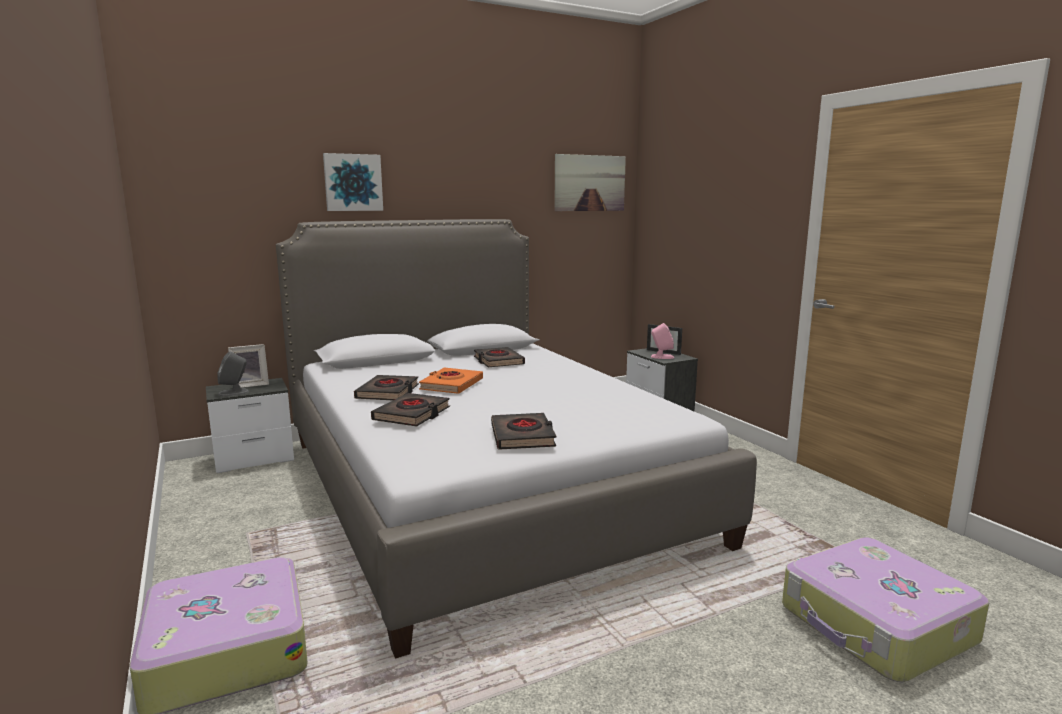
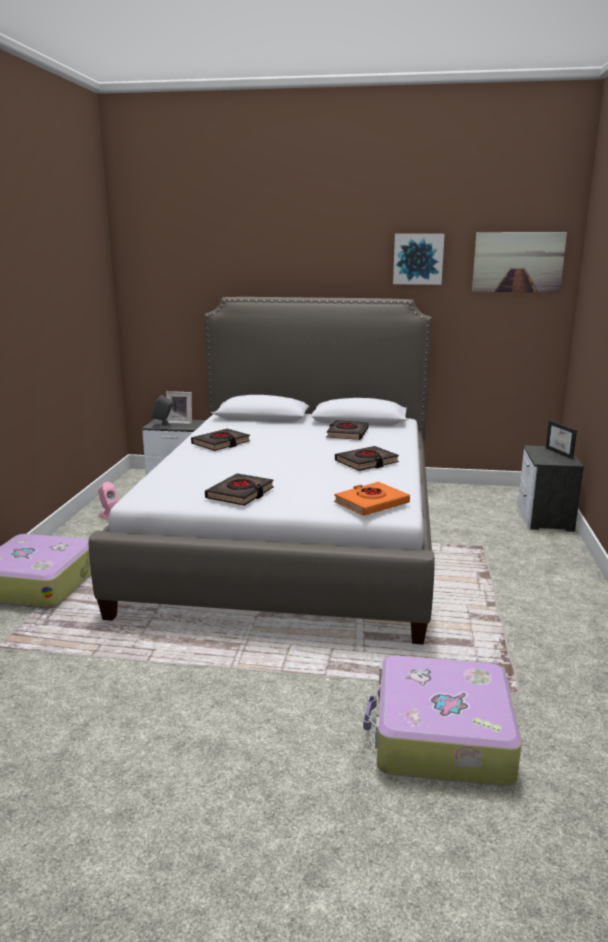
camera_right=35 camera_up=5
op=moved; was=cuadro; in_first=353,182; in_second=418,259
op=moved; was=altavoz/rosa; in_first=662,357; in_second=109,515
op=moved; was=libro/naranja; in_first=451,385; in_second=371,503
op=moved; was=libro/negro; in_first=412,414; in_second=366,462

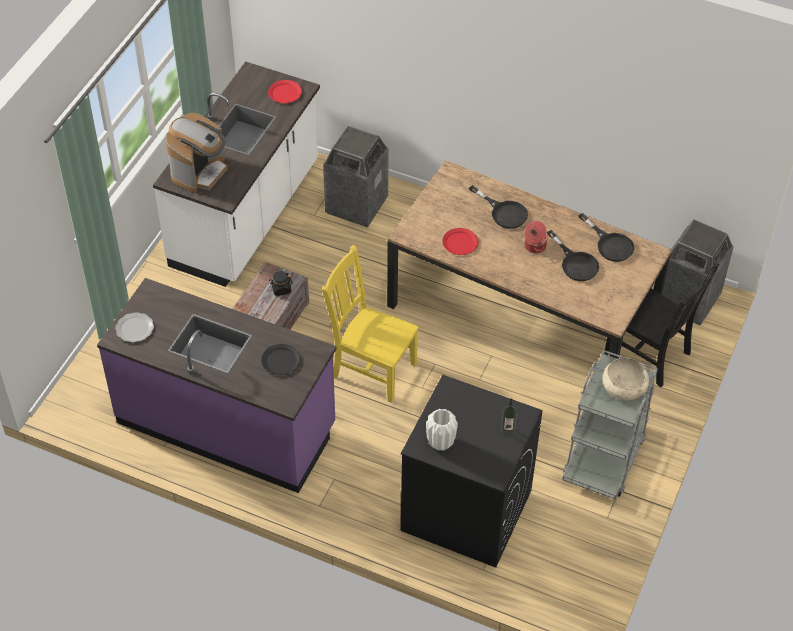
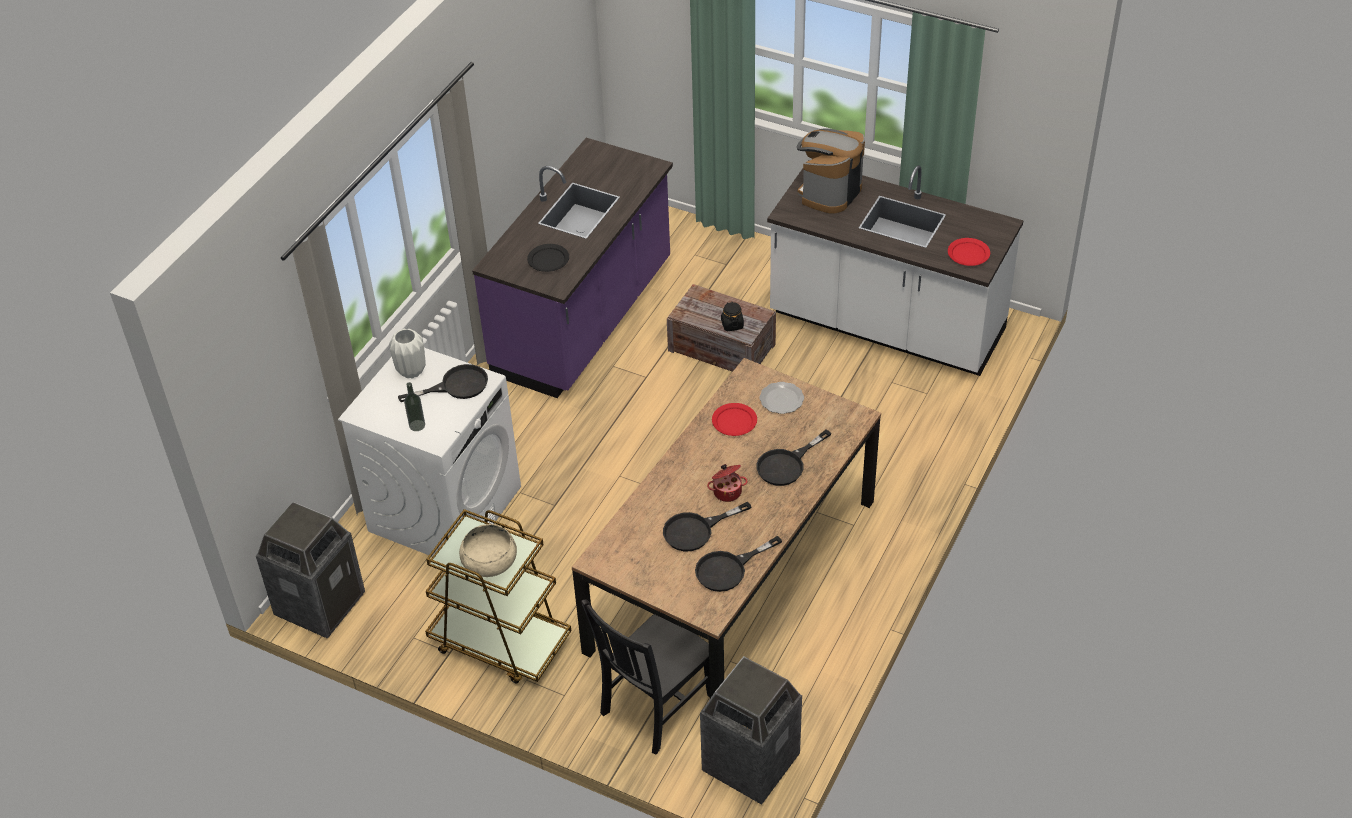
camera_right=95 camera_up=-5
op=turned; was=cafetera; in_first=200,172; in_second=829,192; clockwise=90
op=moved; was=papelera; in_first=356,205; in_second=320,604
op=removed; was=silla/amarillo; in_first=371,368
op=moved; was=plato; in_first=135,328; in_second=782,399
op=recoloured; was=carrito/gris; now=carrito/marrón; in_first=604,456; in_second=499,642
op=recoloured; was=lavadora/negro; now=lavadora/blanco; in_first=465,510; in_second=445,508
op=added; now=sartén/negro; in_second=456,386

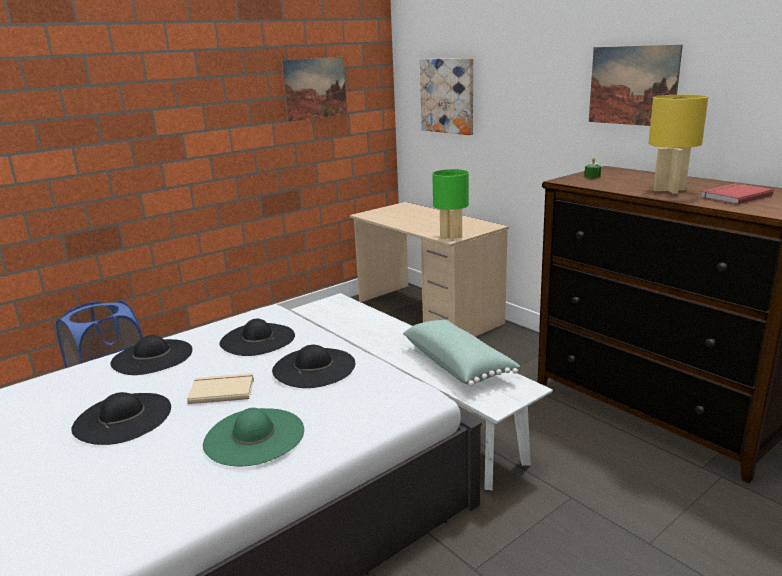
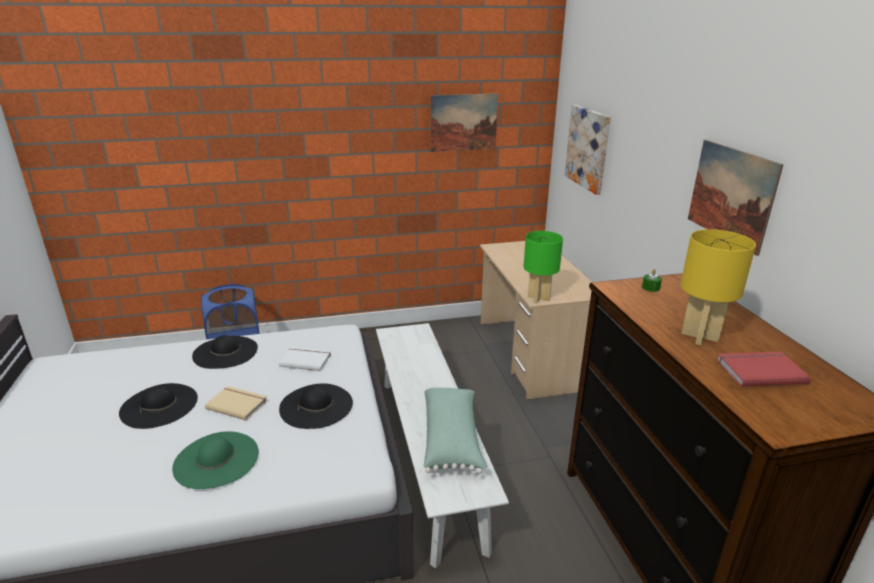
camera_right=25 camera_up=5
op=replaced; was=sombrero/negro; now=libro/blanco; in_first=257,339; in_second=306,360

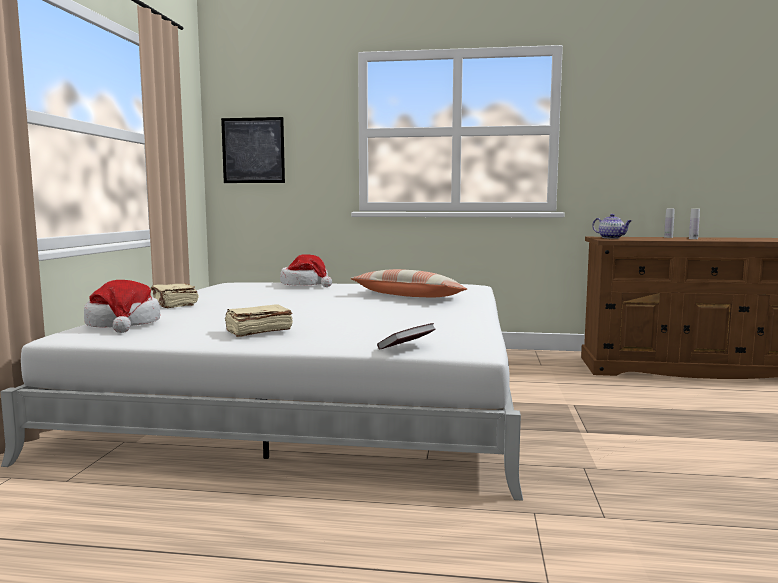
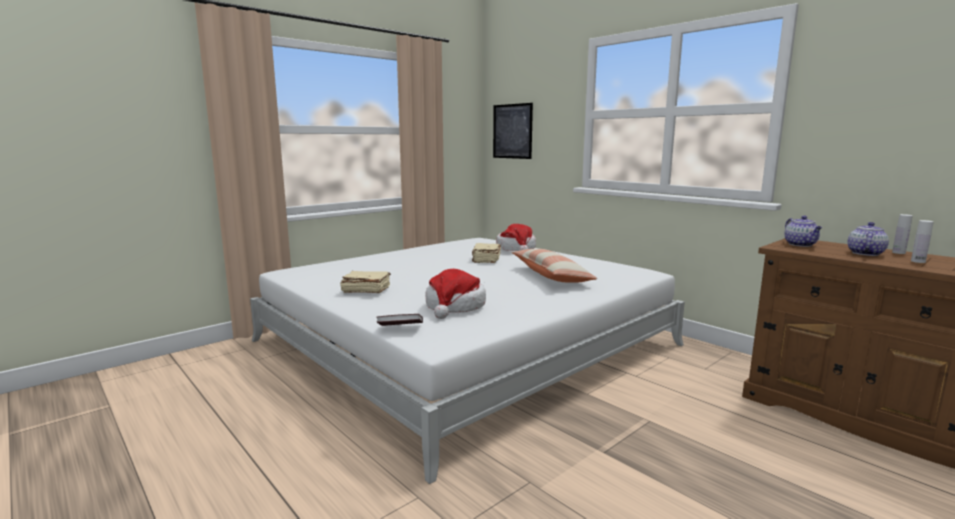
camera_right=40 camera_up=5
op=moved; was=sombrero; in_first=123,324; in_second=455,307
op=moved; was=libro/beis; in_first=174,304; in_second=486,259
op=added; now=tetera; in_second=865,253

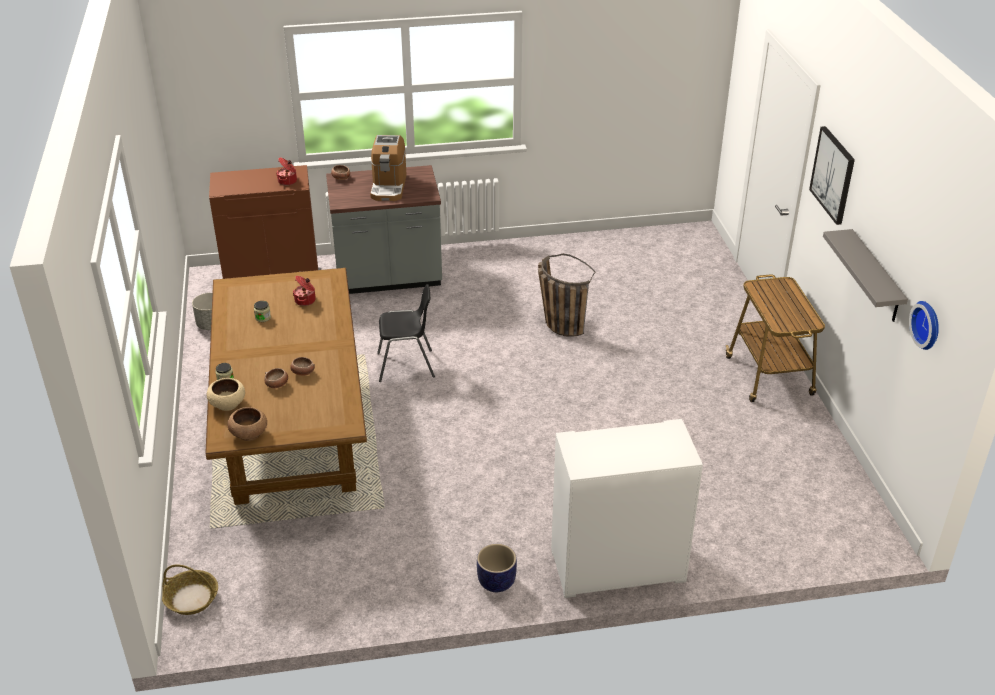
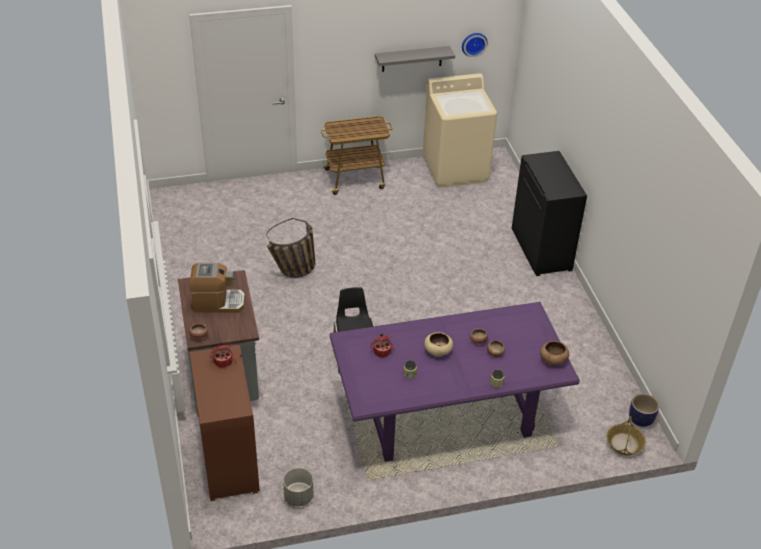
camera_right=-95 camera_up=5
op=removed; was=cuadro; in_first=833,175
op=recoloured; was=mesa de comedor/marrón; now=mesa de comedor/morado; in_first=293,433; in_second=445,414
op=moved; was=cuenco/beis; in_first=228,403; in_second=437,351
op=recoloured; was=armario/blanco; now=armario/negro; in_first=617,566; in_second=542,250
op=moved; was=maceta; in_first=497,582; in_second=640,419
op=added; now=lavadora/beis; in_second=456,169

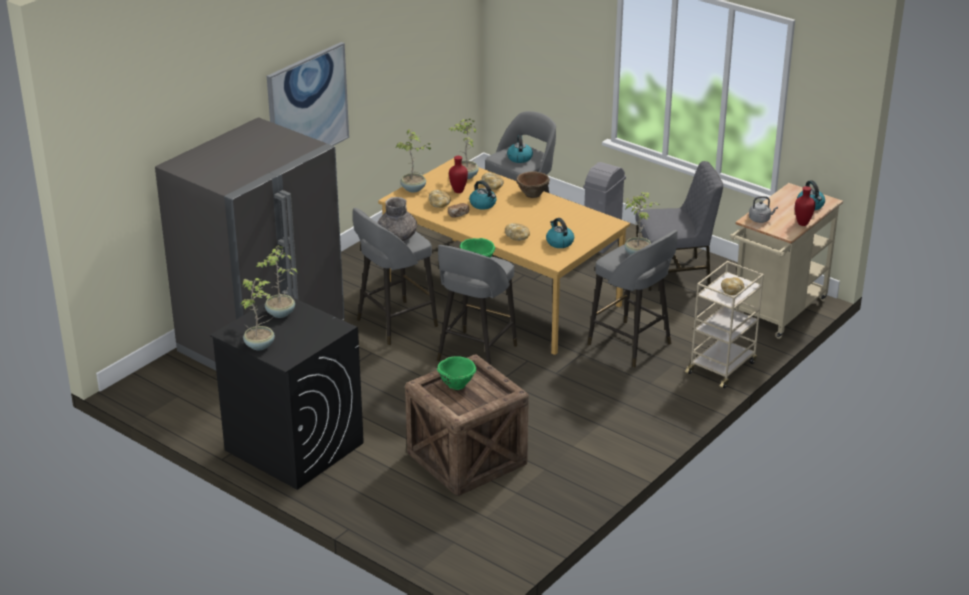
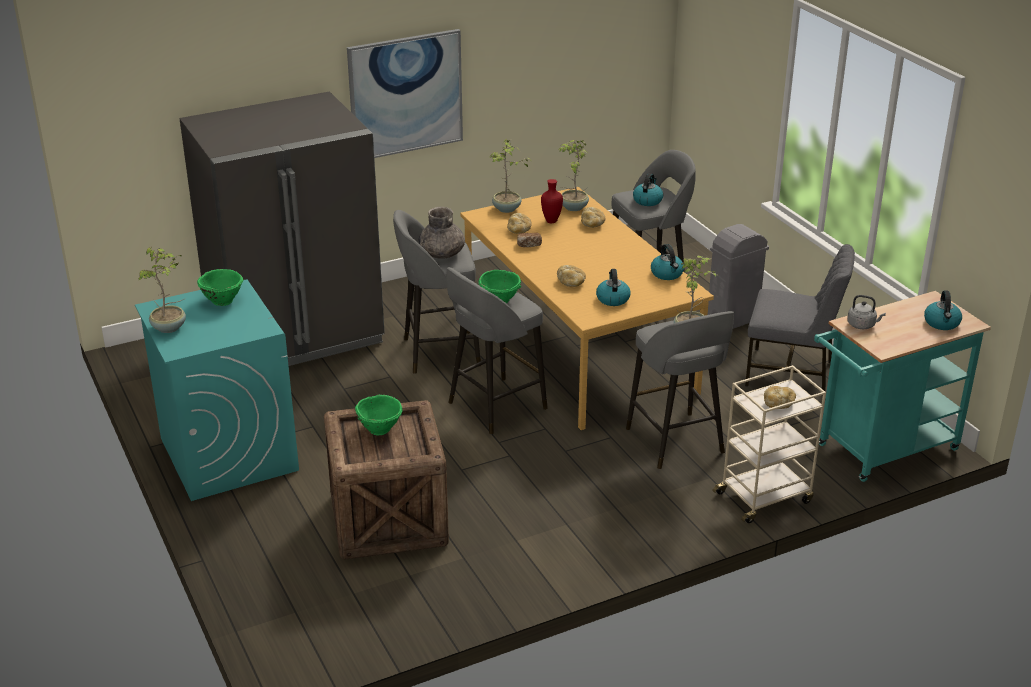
camera_right=25 camera_up=0
op=removed; was=cuenco/marrón; in_first=532,194
op=moved; was=hervidor; in_first=483,204; in_second=667,274
op=recoloured; was=carrito/beis; now=carrito/turquesa; in_first=775,313; in_second=880,450
op=removed; was=florero/rojo; in_first=802,224
op=replaced; was=planta en maceta; now=cuenco/verde; in_first=280,313; in_second=222,300
op=recoloured; was=lavadora/negro; now=lavadora/turquesa; in_first=293,446; in_second=227,453

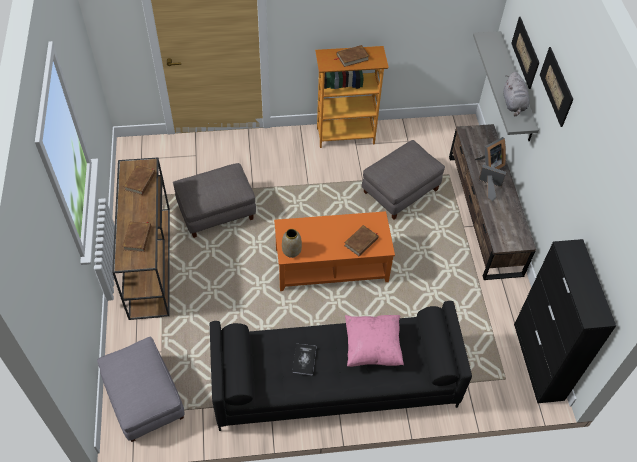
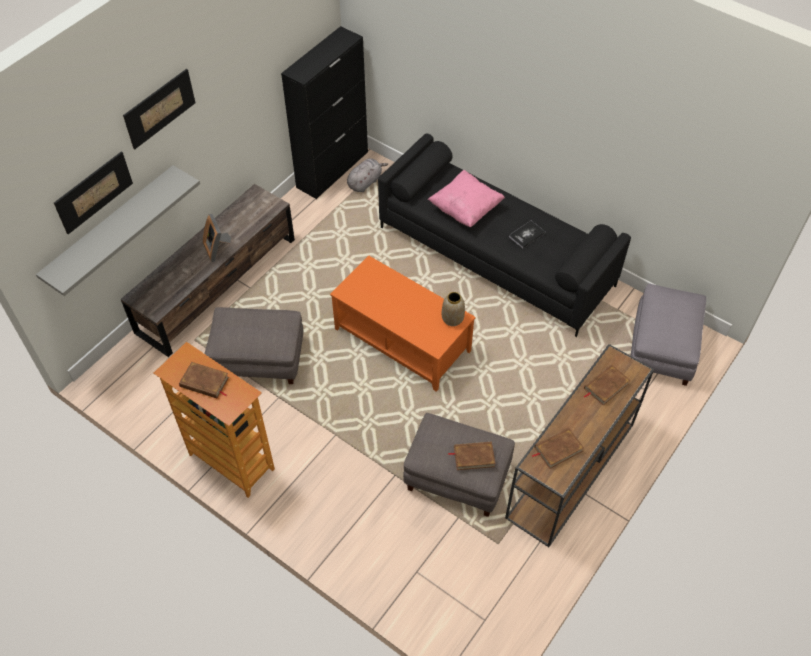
camera_right=-135 camera_up=0
op=moved; was=peluche/gris; in_first=514,104; in_second=365,182
op=removed; was=portarretratos; in_first=489,165
op=moved; was=libro/marrón; in_first=361,242; in_second=473,457

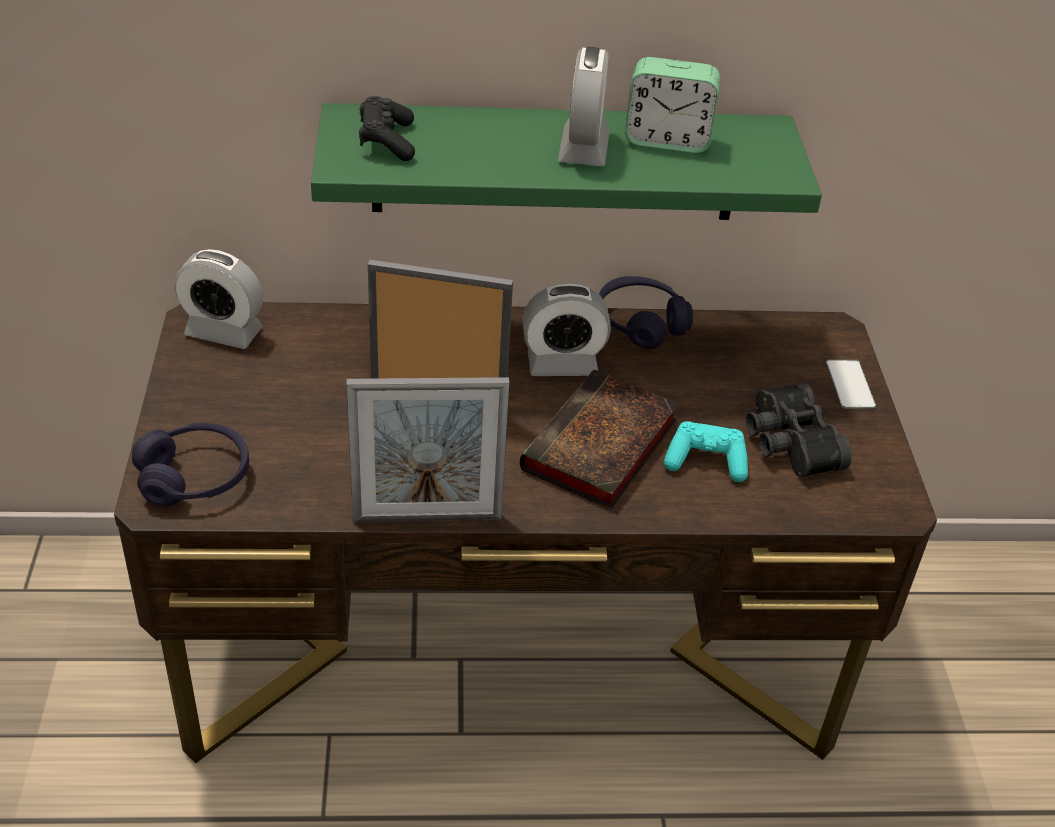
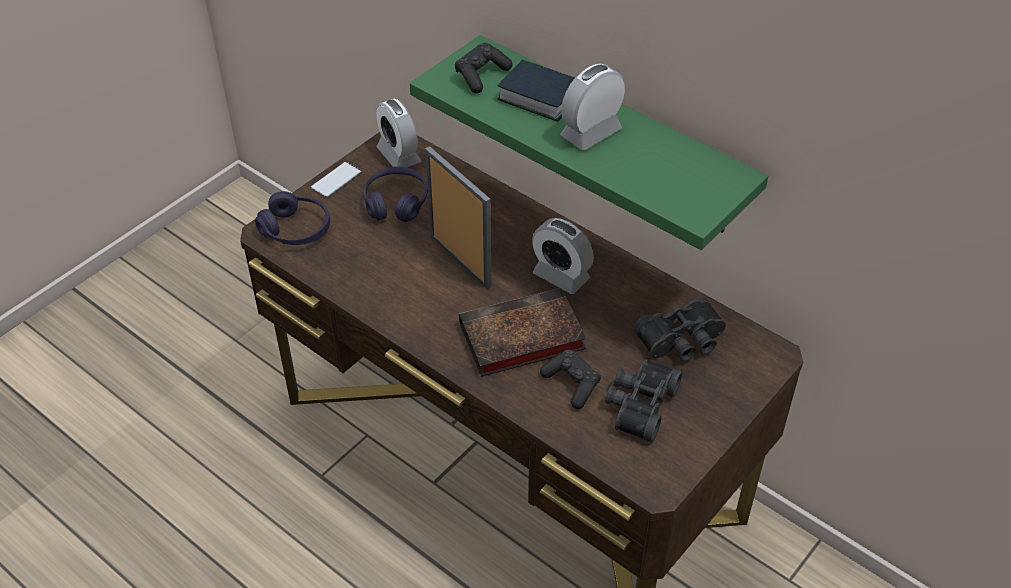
camera_right=45 camera_up=5
op=removed; was=despertador; in_first=667,140
op=moved; was=auriculares/morado; in_first=641,323; in_second=396,203
op=moved; was=móvil; in_first=850,384; in_second=336,180
op=removed; was=portarretratos; in_first=427,518
op=recoloured; was=mando de consola/turquesa; now=mando de consola/negro; in_first=706,462; in_second=572,384
op=added; now=libro; in_second=539,97
op=added; now=prismáticos/negro; in_second=682,341

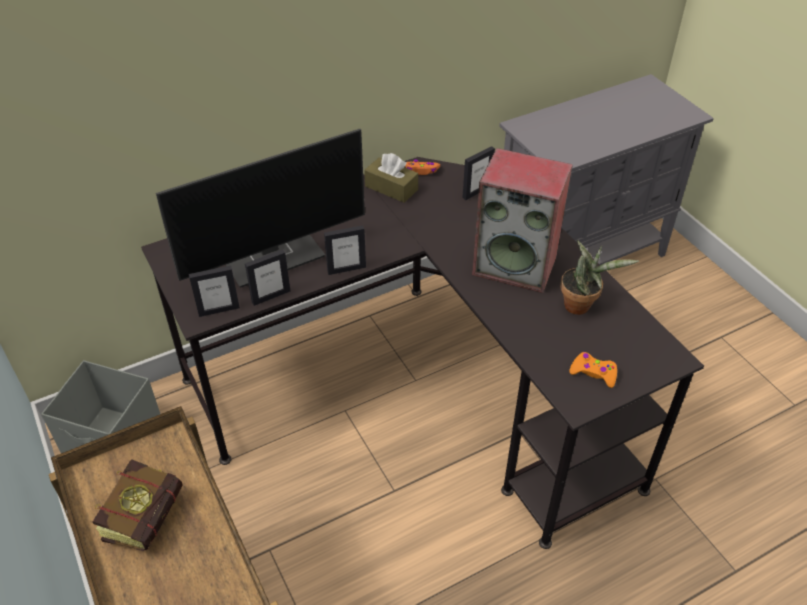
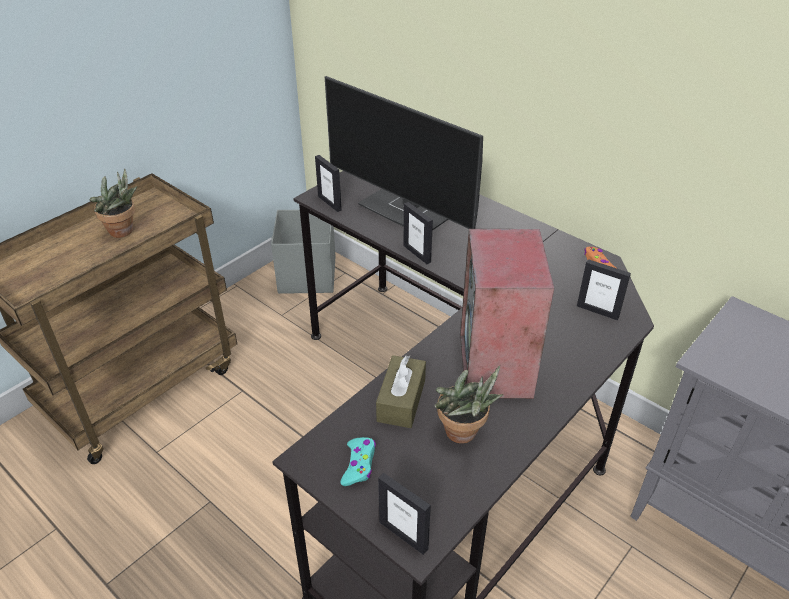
camera_right=70 camera_up=-5
op=moved; was=caja de pañuelos/marrón; in_first=391,188; in_second=401,400
op=moved; was=portarretratos; in_first=271,296; in_second=403,535
op=recoloured; was=mando de consola/naranja; now=mando de consola/turquesa; in_first=593,373; in_second=359,465
op=replaced; was=libro; now=planta en maceta; in_first=149,512; in_second=124,232

